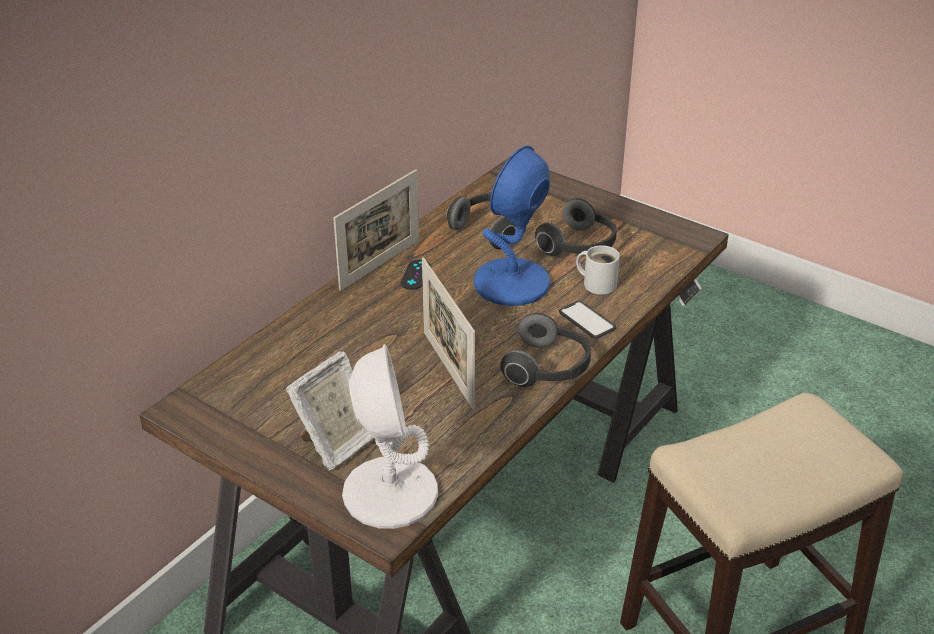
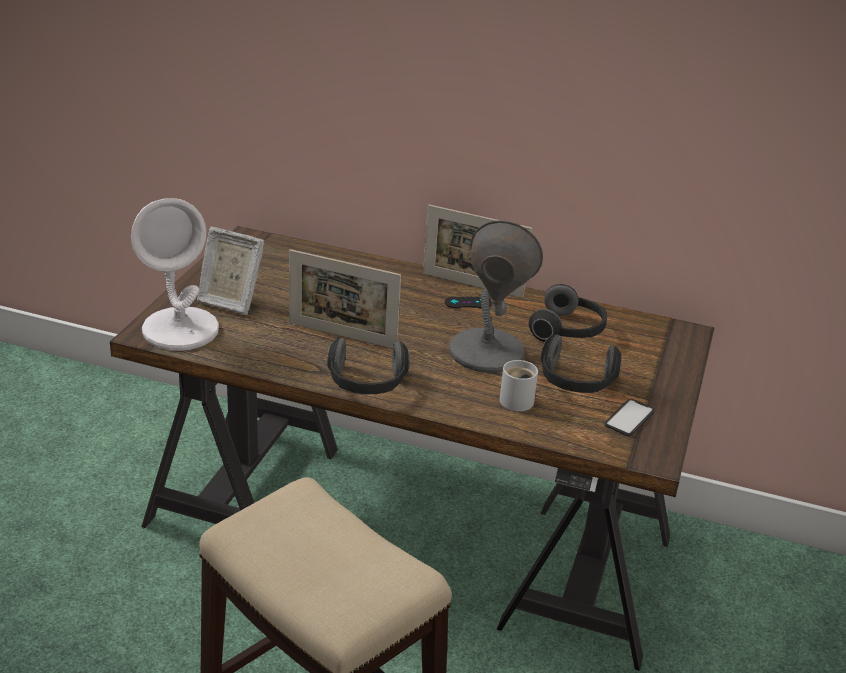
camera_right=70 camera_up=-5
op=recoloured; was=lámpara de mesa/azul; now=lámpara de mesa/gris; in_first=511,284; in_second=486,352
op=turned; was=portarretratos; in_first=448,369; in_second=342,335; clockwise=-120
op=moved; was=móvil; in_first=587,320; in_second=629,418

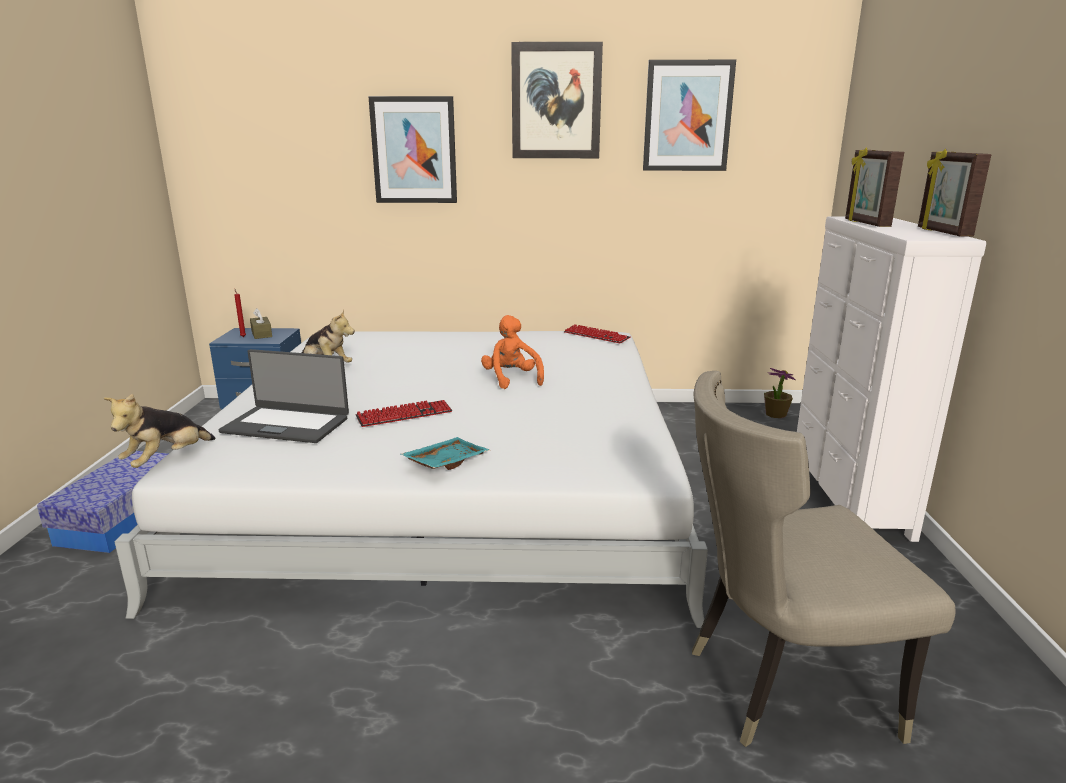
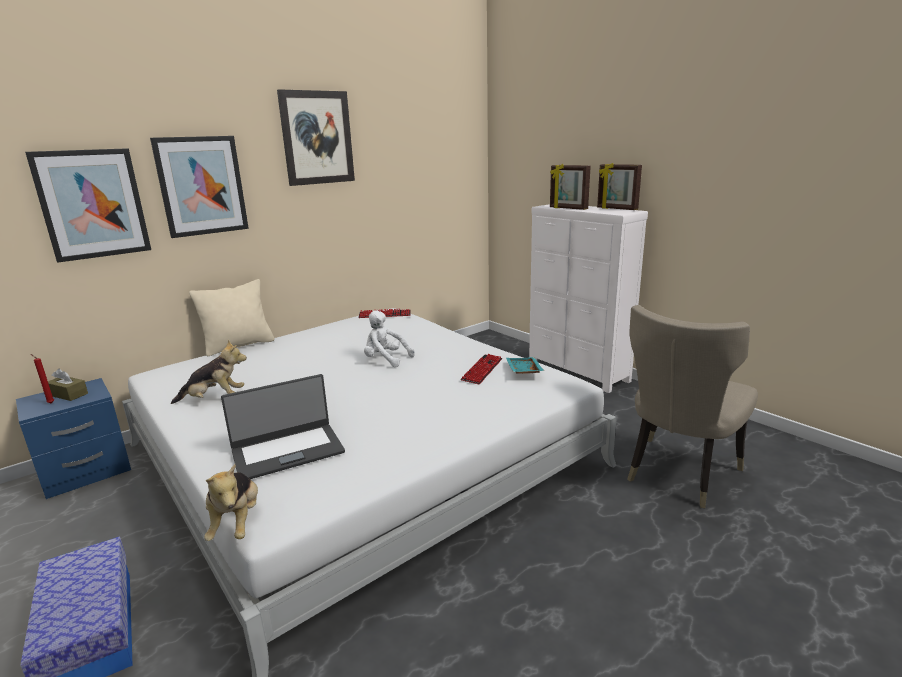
camera_right=-40 camera_up=0
op=moved; was=cuadro; in_first=687,116; in_second=92,204
op=recoloured; was=peluche/naranja; now=peluche/blanco; in_first=511,379; in_second=385,360
op=removed; was=planta en maceta; in_first=775,414
op=moved; was=teclado; in_first=404,415; in_second=482,370
op=moved; was=bandeja/turquesa; in_first=445,462; in_second=522,371
op=added; now=cojín/beis; in_second=239,346

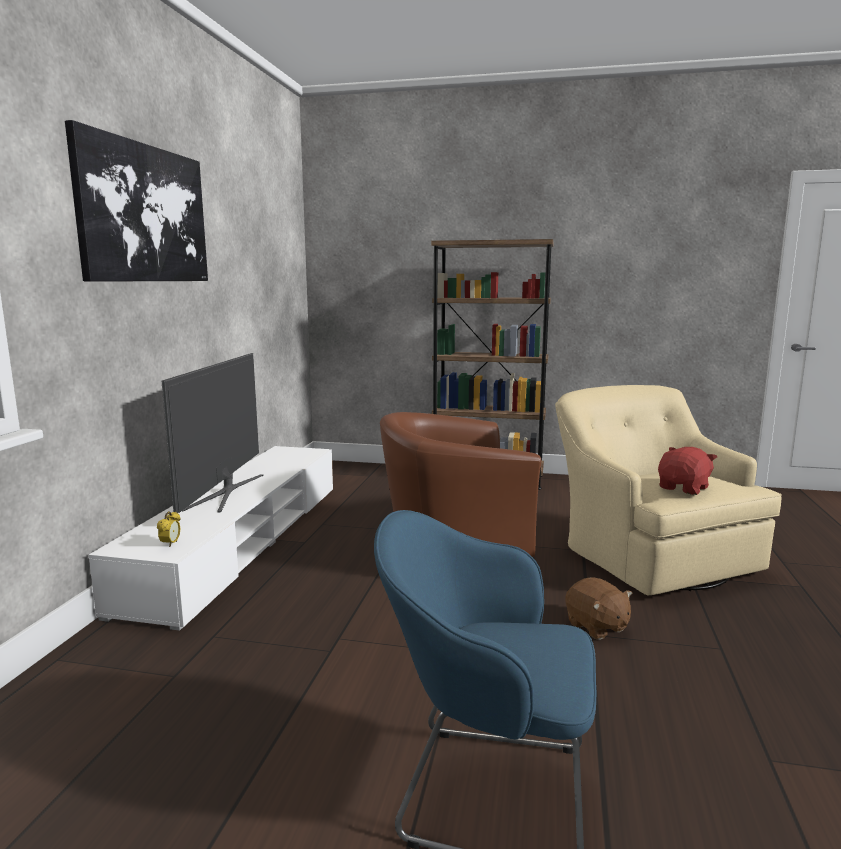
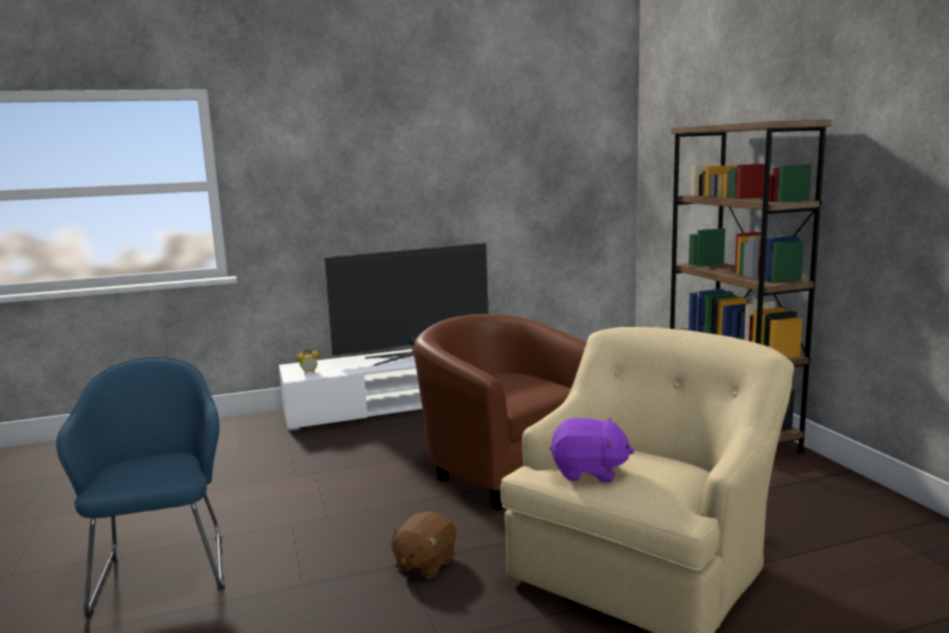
camera_right=60 camera_up=0
op=removed; was=cuadro; in_first=144,214
op=recoloured; was=peluche/rojo; now=peluche/morado; in_first=684,488; in_second=589,472

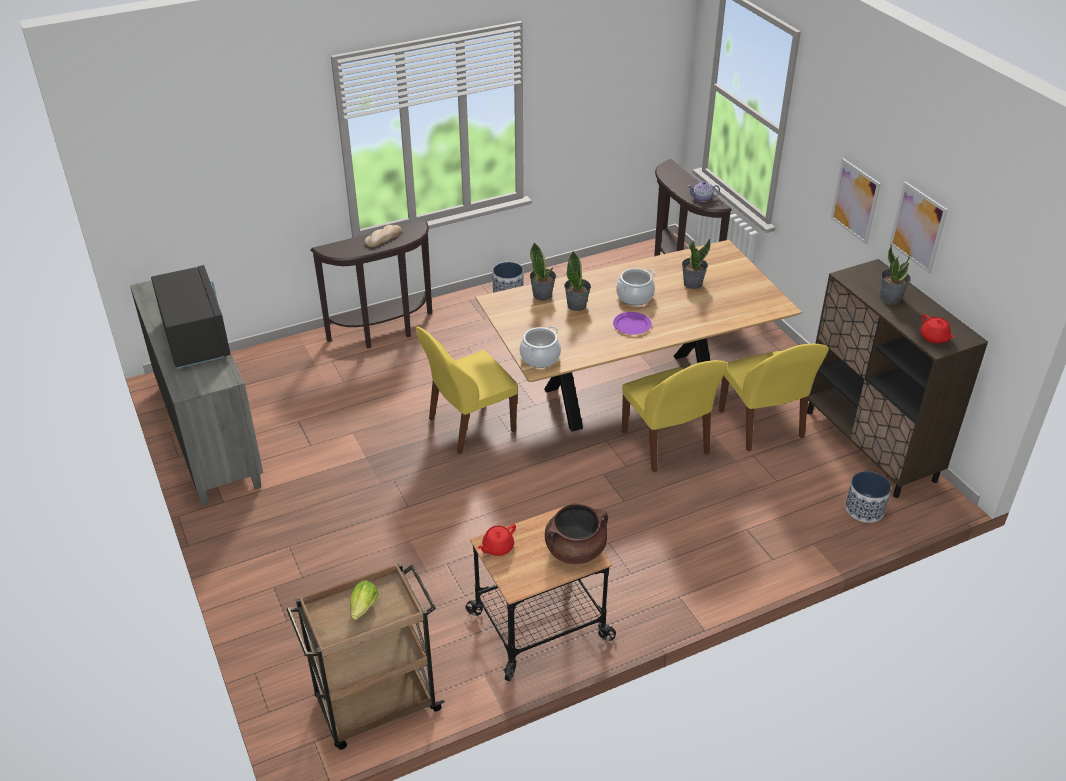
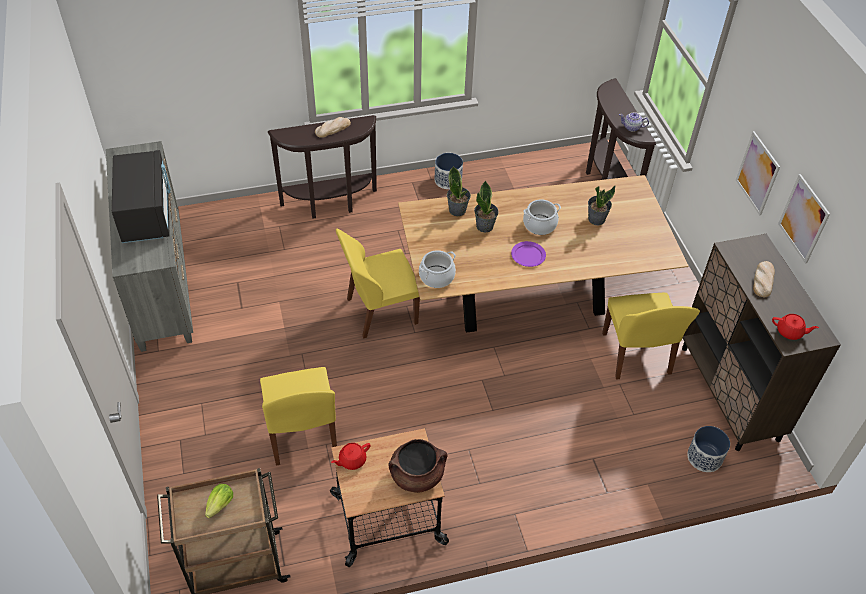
camera_right=10 camera_up=10
op=replaced; was=planta en maceta; now=pan; in_first=890,298; in_second=763,280
op=turned; was=tetera/rojo; in_first=934,338; in_second=790,332; clockwise=-60
op=moved; was=silla/amarillo; in_first=666,444; in_second=302,435

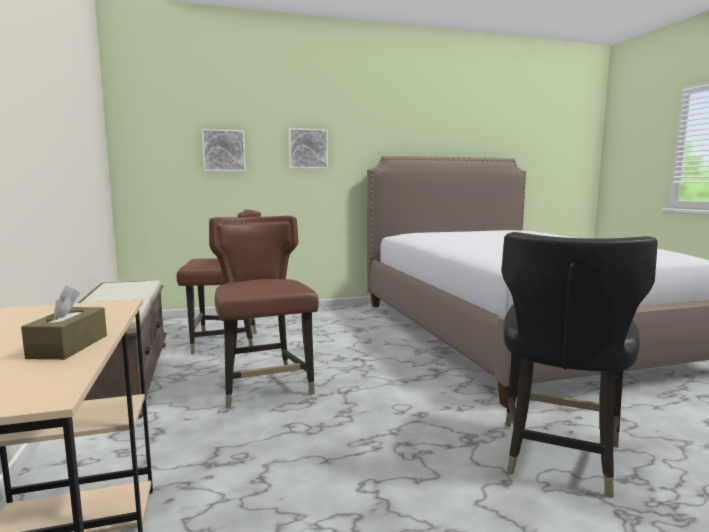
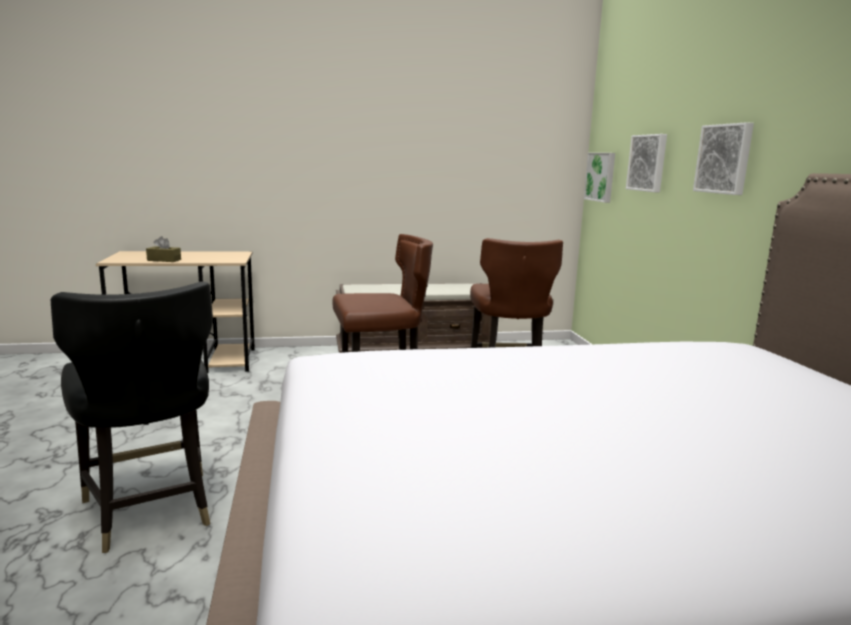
camera_right=95 camera_up=5
op=turned; was=silla/negro; in_first=557,456; in_second=150,510; clockwise=-150
op=added; now=cuadro; in_second=601,177

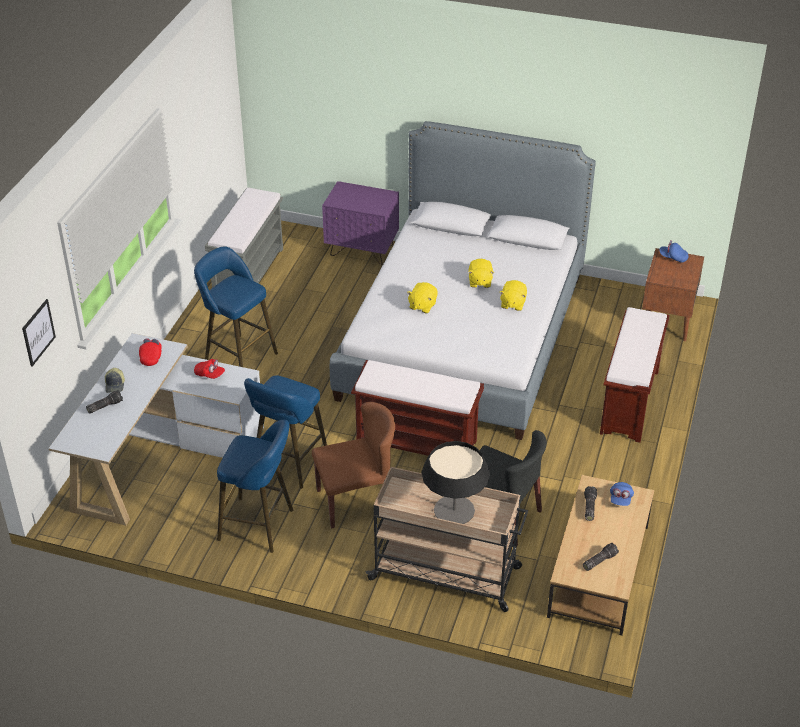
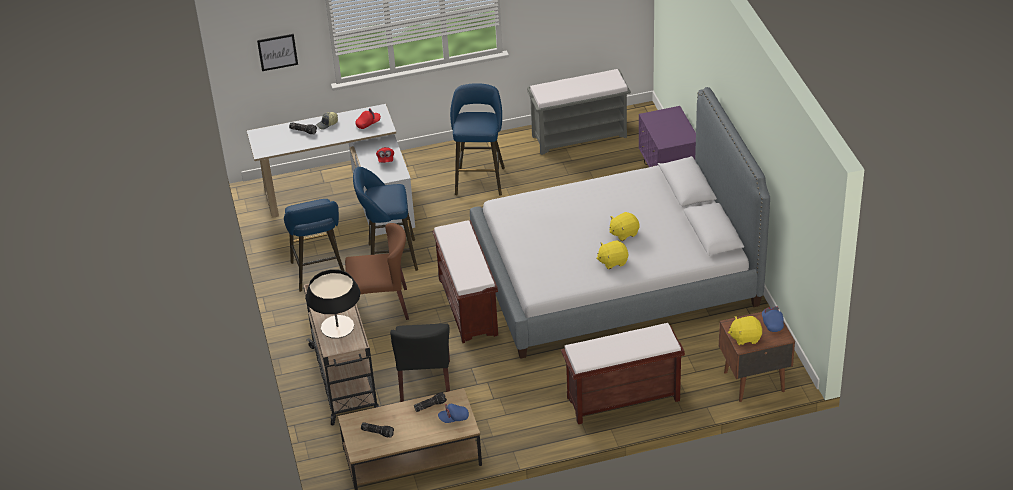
camera_right=60 camera_up=0
op=moved; was=peluche/amarillo; in_first=422,306; in_second=745,337
op=turned; was=silla/marrón; in_first=356,501; in_second=380,306; clockwise=-45

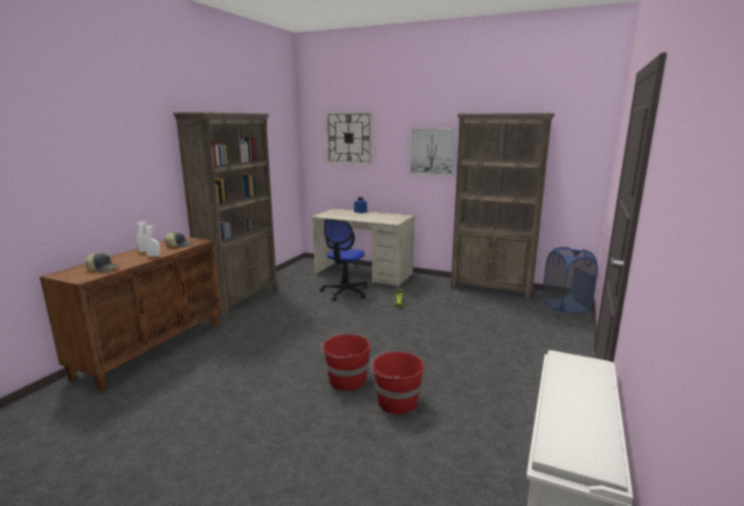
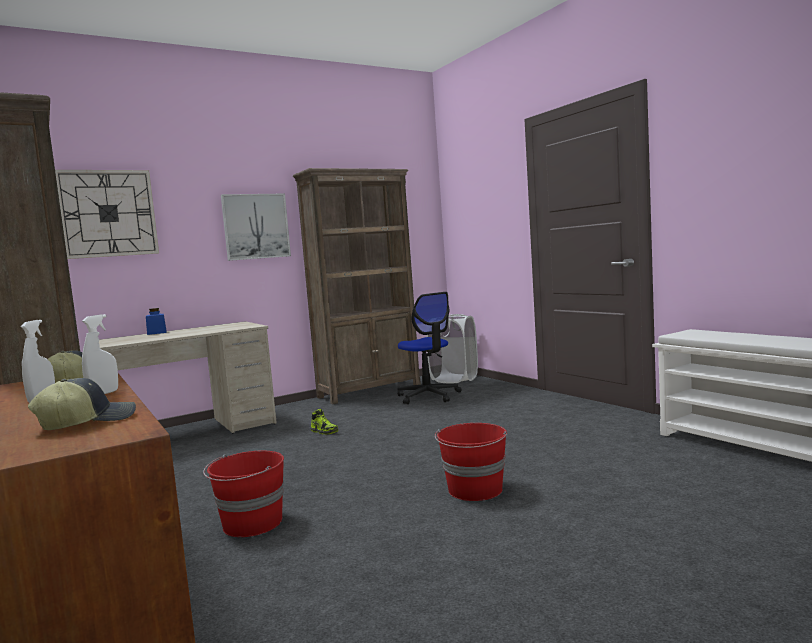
camera_right=-55 camera_up=-10
op=moved; was=silla de oficina; in_first=345,292; in_second=428,396
op=recoloured; was=cesto de la ropa/azul; now=cesto de la ropa/blanco; in_first=565,306; in_second=454,379
op=moved; was=cubo/rojo; in_first=396,402; in_second=251,524

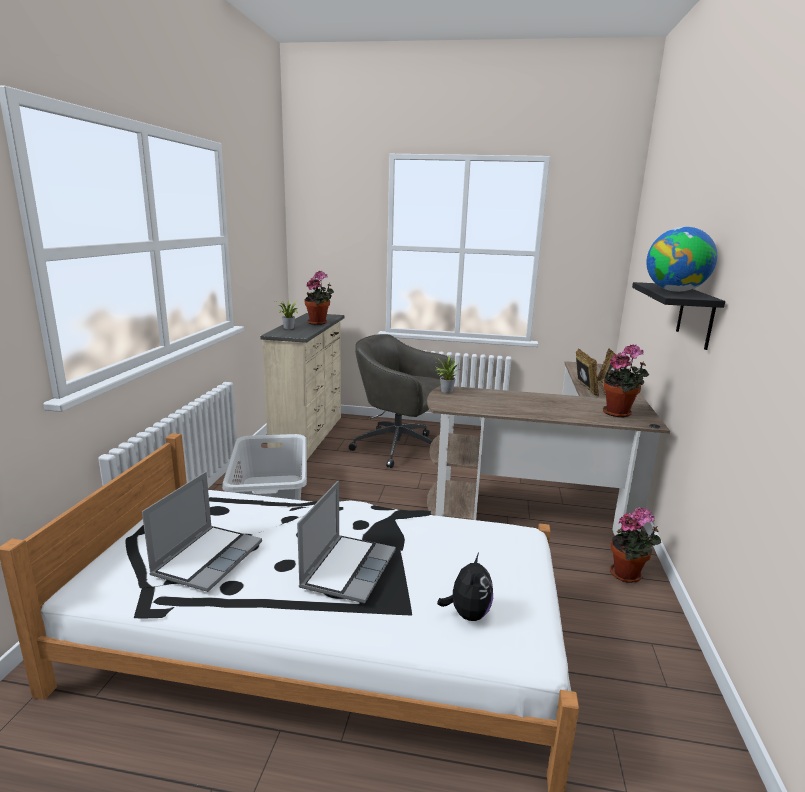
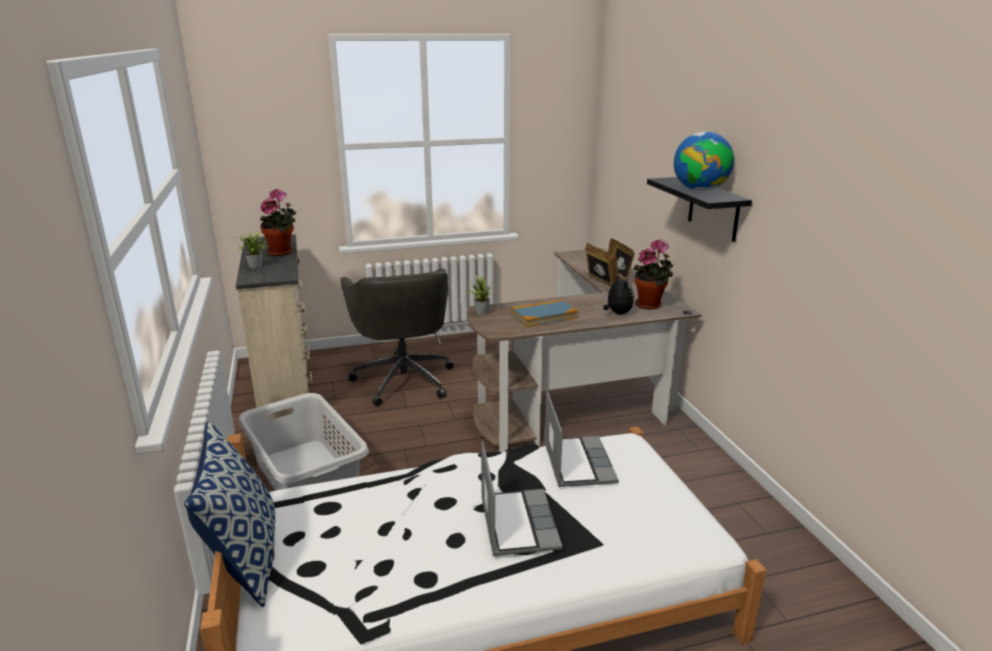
camera_right=-25 camera_up=5
op=turned; was=silla de oficina/gris; in_first=400,448; in_second=404,379; clockwise=-105
op=moved; was=portátil; in_first=208,558; in_second=577,462
op=removed; was=planta en maceta; in_first=628,575
op=moved; was=peluche; in_first=467,614; in_second=617,313
op=added; now=libro; in_second=544,316
op=added; now=cojín; in_second=244,560

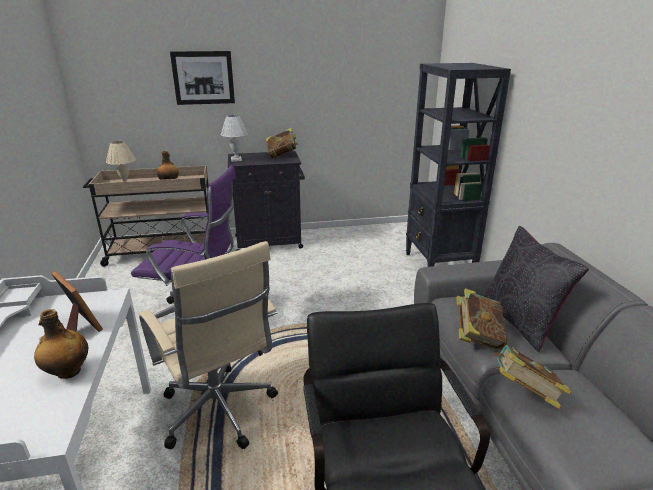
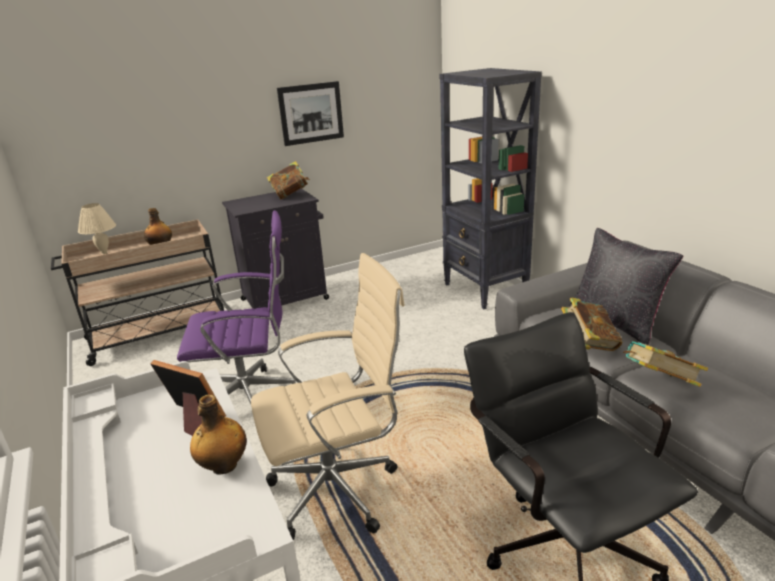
camera_right=-15 camera_up=0
op=moved; was=cuadro; in_first=203,78; in_second=311,113
op=removed; was=lámpara de mesa/blanco; in_first=236,160
op=turned; was=silla de oficina/beis; in_first=220,413; in_second=339,489; clockwise=-60

